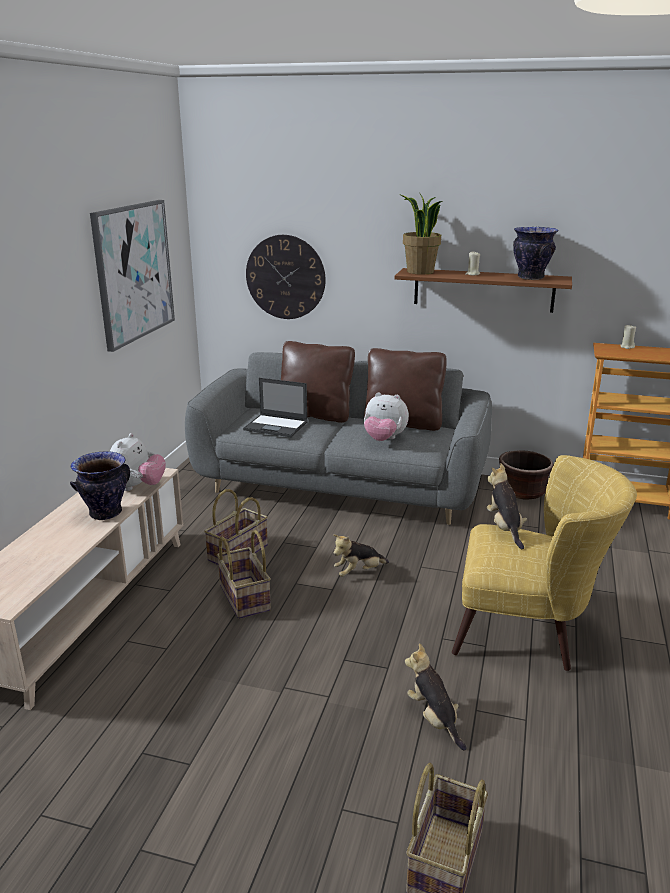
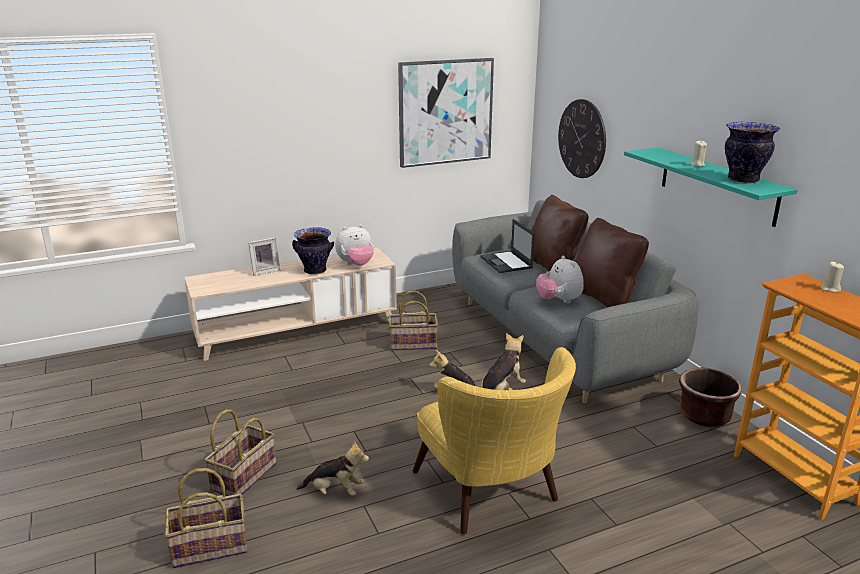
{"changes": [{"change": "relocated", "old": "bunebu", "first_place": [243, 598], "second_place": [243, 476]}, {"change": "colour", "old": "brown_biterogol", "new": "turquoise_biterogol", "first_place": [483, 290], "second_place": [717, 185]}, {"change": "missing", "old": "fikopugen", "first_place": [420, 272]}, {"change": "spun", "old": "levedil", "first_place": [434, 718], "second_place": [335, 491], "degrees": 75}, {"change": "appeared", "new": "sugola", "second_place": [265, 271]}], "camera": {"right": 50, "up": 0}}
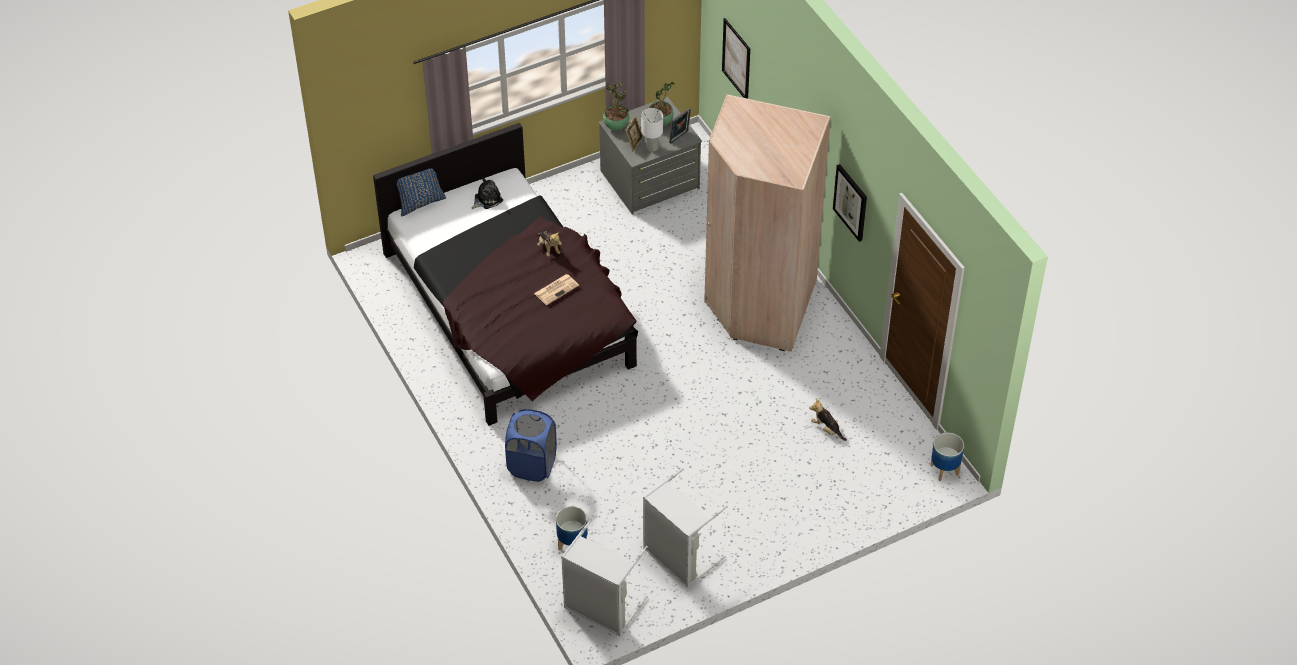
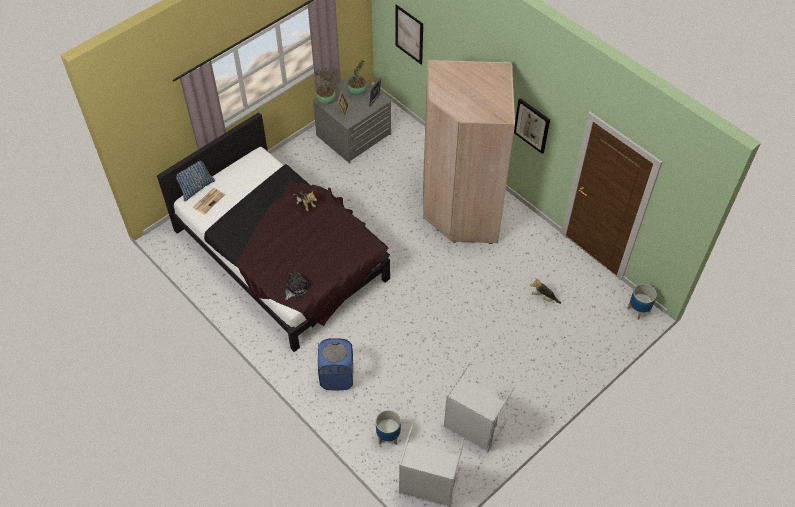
{"changes": [{"change": "relocated", "old": "levedil", "first_place": [486, 199], "second_place": [295, 288]}, {"change": "relocated", "old": "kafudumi", "first_place": [556, 289], "second_place": [209, 201]}, {"change": "missing", "old": "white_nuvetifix", "first_place": [652, 147]}], "camera": {"right": -15, "up": 5}}
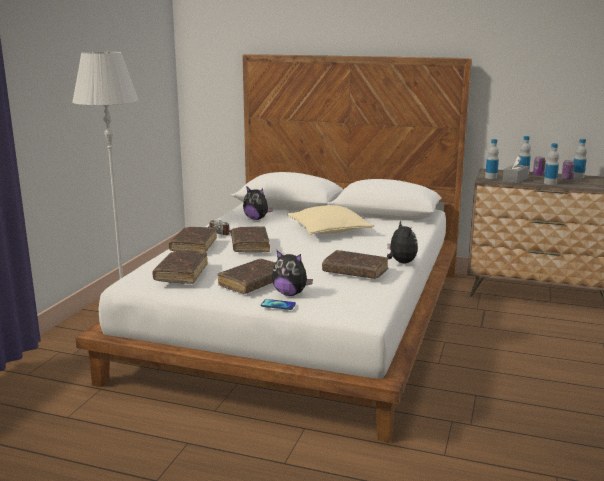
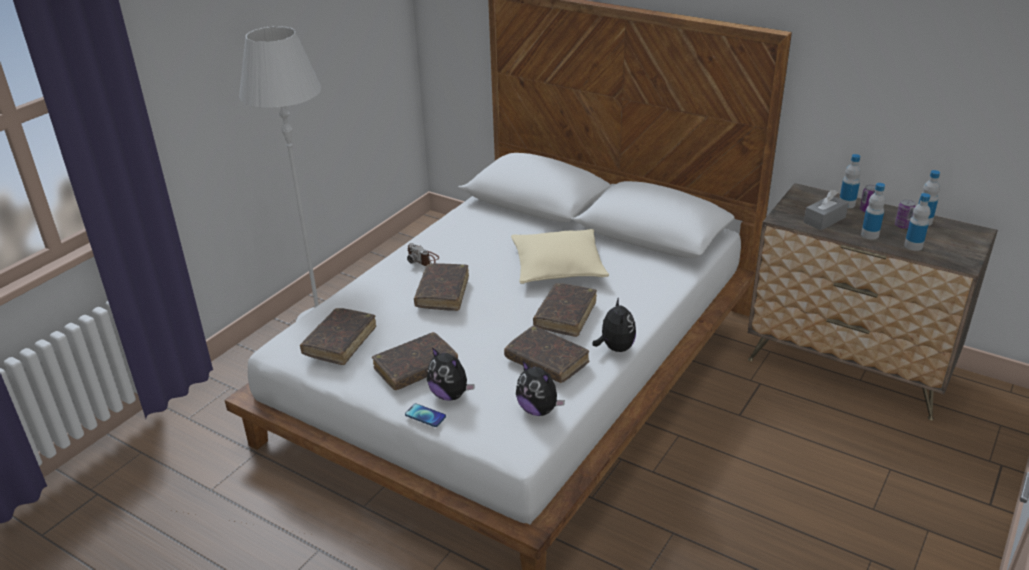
{"changes": [{"change": "relocated", "old": "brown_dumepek", "first_place": [194, 246], "second_place": [565, 315]}, {"change": "relocated", "old": "levedil", "first_place": [256, 219], "second_place": [538, 409]}, {"change": "relocated", "old": "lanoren", "first_place": [491, 177], "second_place": [913, 246]}], "camera": {"right": 15, "up": 15}}
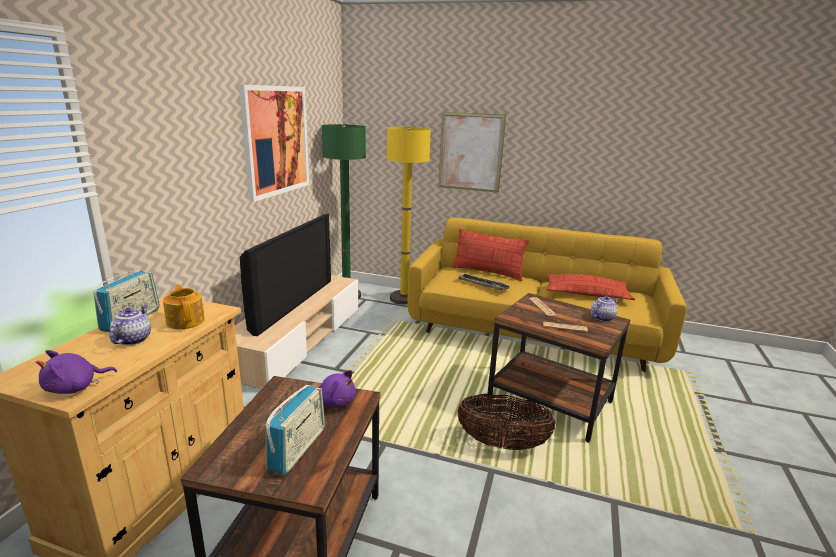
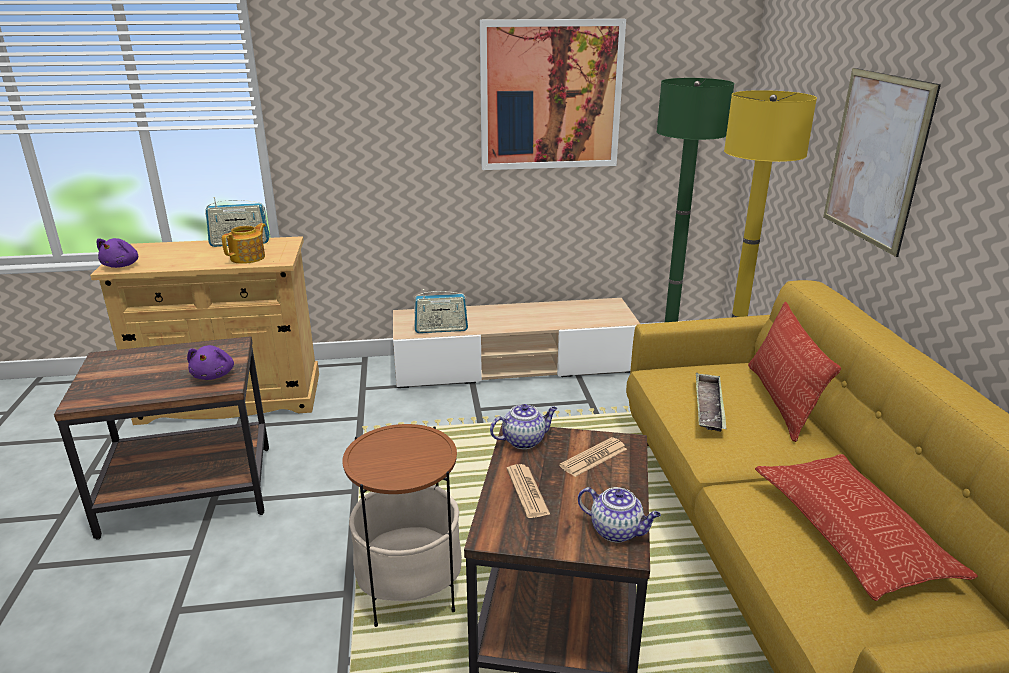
{"changes": [{"change": "spun", "old": "purple_levedil", "first_place": [75, 388], "second_place": [122, 265], "degrees": -105}, {"change": "relocated", "old": "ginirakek", "first_place": [133, 339], "second_place": [524, 440]}, {"change": "missing", "old": "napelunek", "first_place": [291, 303]}, {"change": "relocated", "old": "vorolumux", "first_place": [298, 449], "second_place": [441, 329]}, {"change": "exchanged", "old": "bunebu", "new": "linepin", "first_place": [502, 443], "second_place": [411, 591]}], "camera": {"right": 65, "up": 5}}
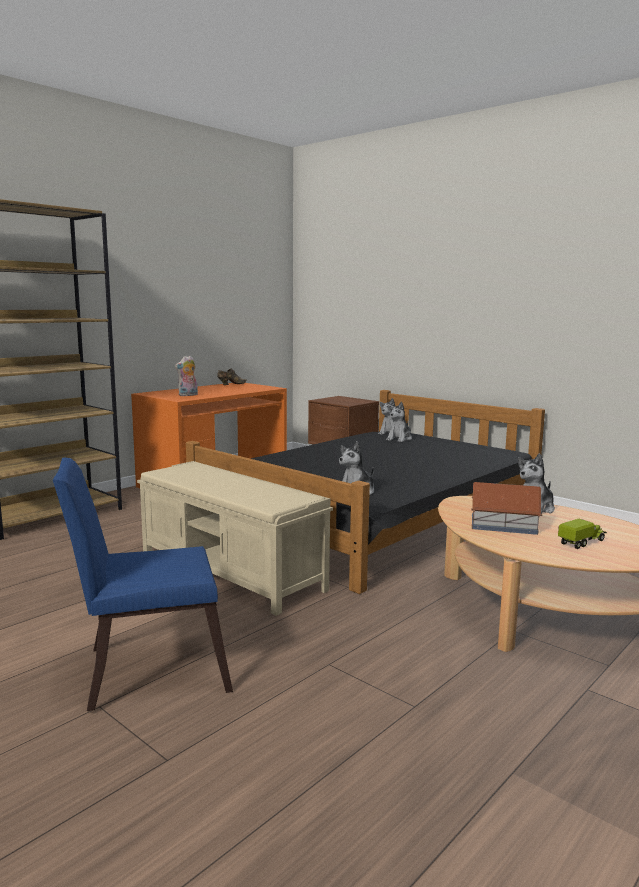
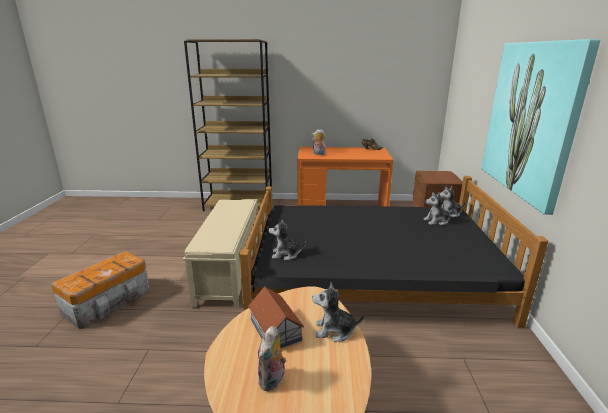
{"changes": [{"change": "exchanged", "old": "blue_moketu", "new": "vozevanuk", "first_place": [147, 670], "second_place": [109, 302]}, {"change": "exchanged", "old": "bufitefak", "new": "levedil", "first_place": [582, 542], "second_place": [272, 381]}, {"change": "appeared", "new": "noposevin", "second_place": [531, 120]}], "camera": {"right": 50, "up": 10}}
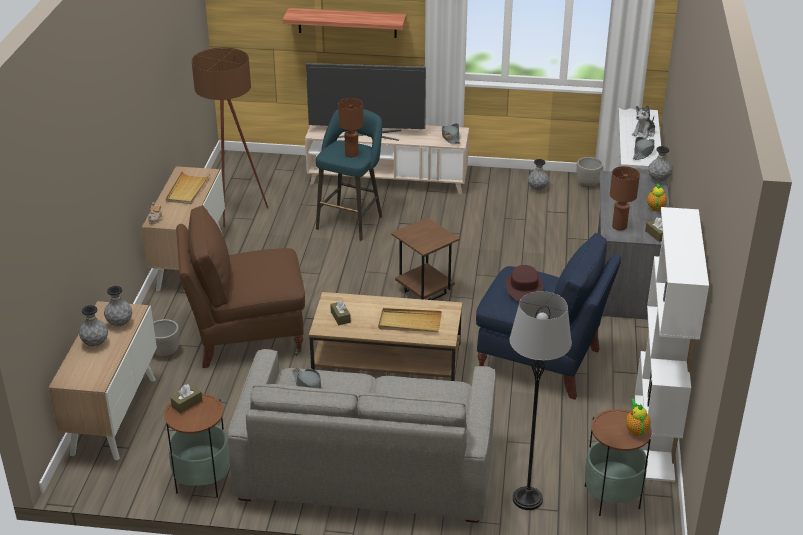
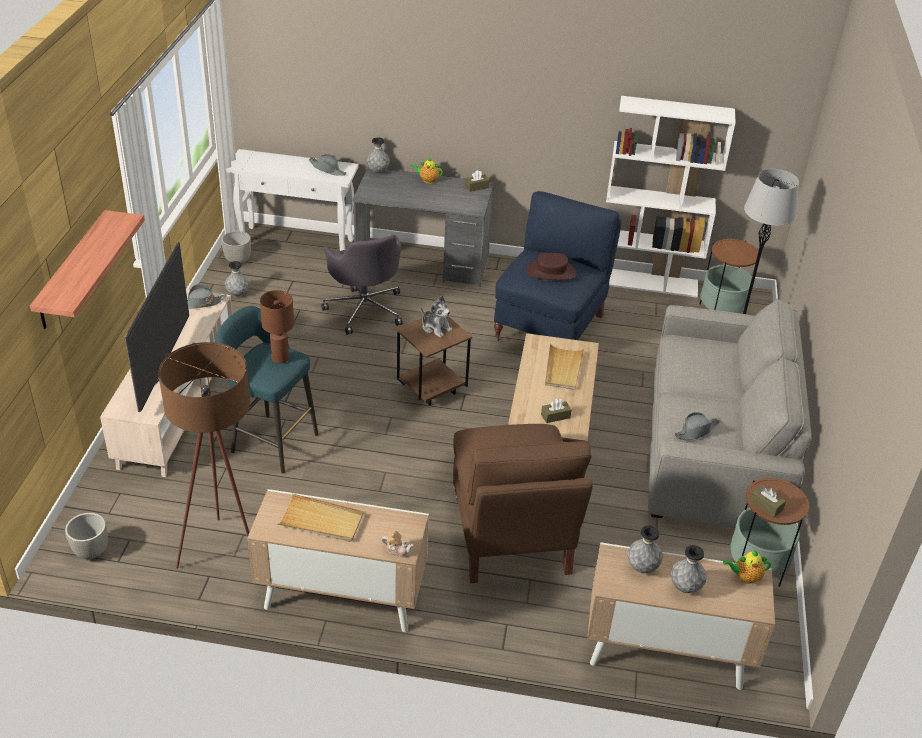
{"changes": [{"change": "relocated", "old": "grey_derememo", "first_place": [165, 352], "second_place": [90, 551]}, {"change": "missing", "old": "brown_nuvetifix", "first_place": [619, 227]}, {"change": "relocated", "old": "ginirakek", "first_place": [636, 429], "second_place": [745, 577]}, {"change": "relocated", "old": "levedil", "first_place": [644, 133], "second_place": [435, 328]}, {"change": "appeared", "new": "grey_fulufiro", "second_place": [365, 309]}], "camera": {"right": -90, "up": 5}}
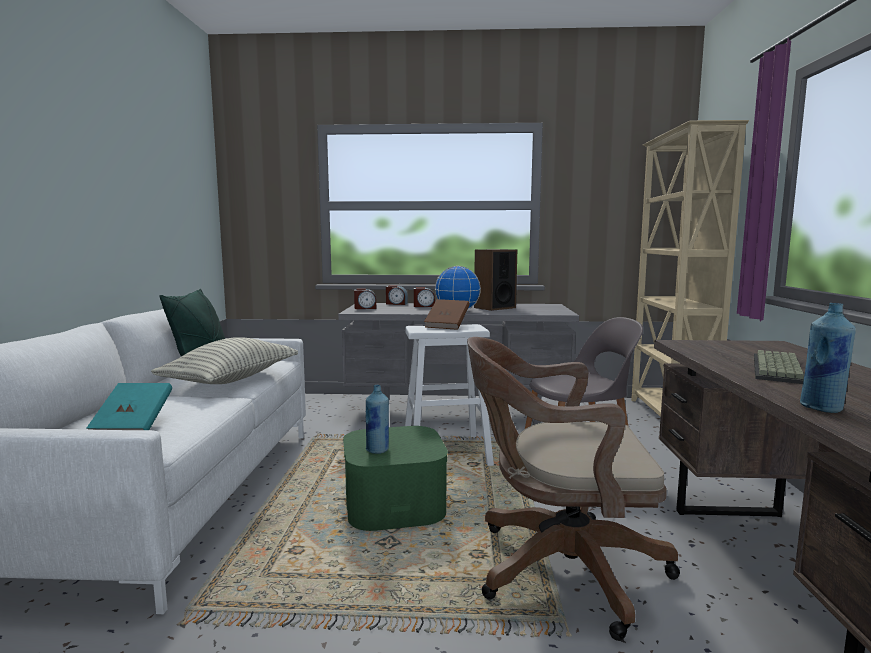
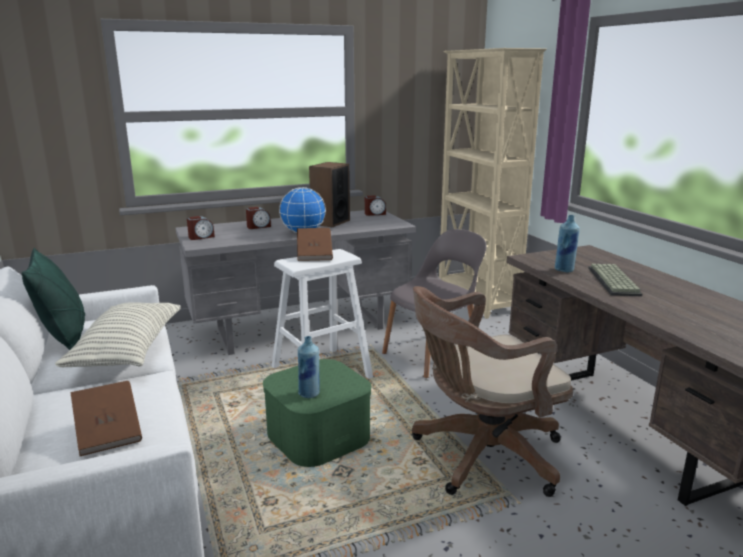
{"changes": [{"change": "colour", "old": "turquoise_dumepek", "new": "brown_dumepek", "first_place": [134, 426], "second_place": [108, 433]}, {"change": "relocated", "old": "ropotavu", "first_place": [396, 304], "second_place": [375, 214]}, {"change": "relocated", "old": "blue_lanoren", "first_place": [822, 408], "second_place": [564, 270]}], "camera": {"right": -25, "up": 10}}
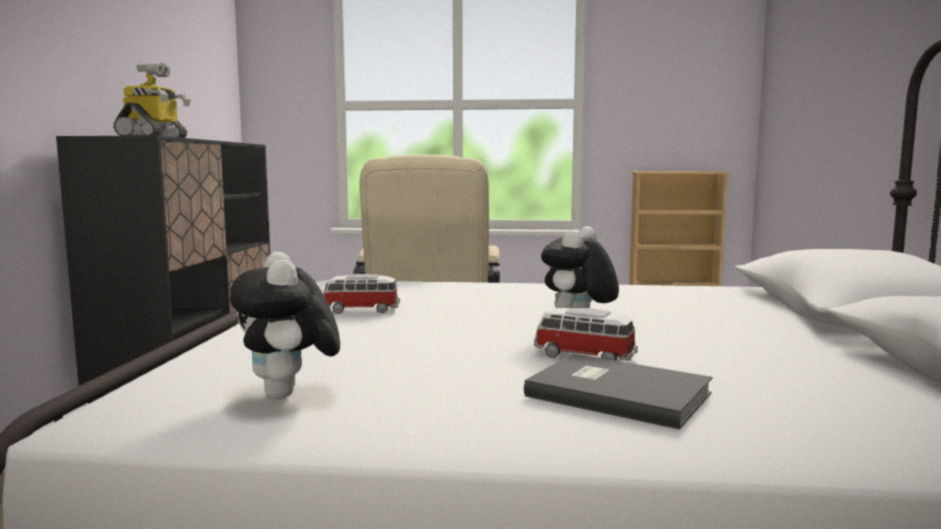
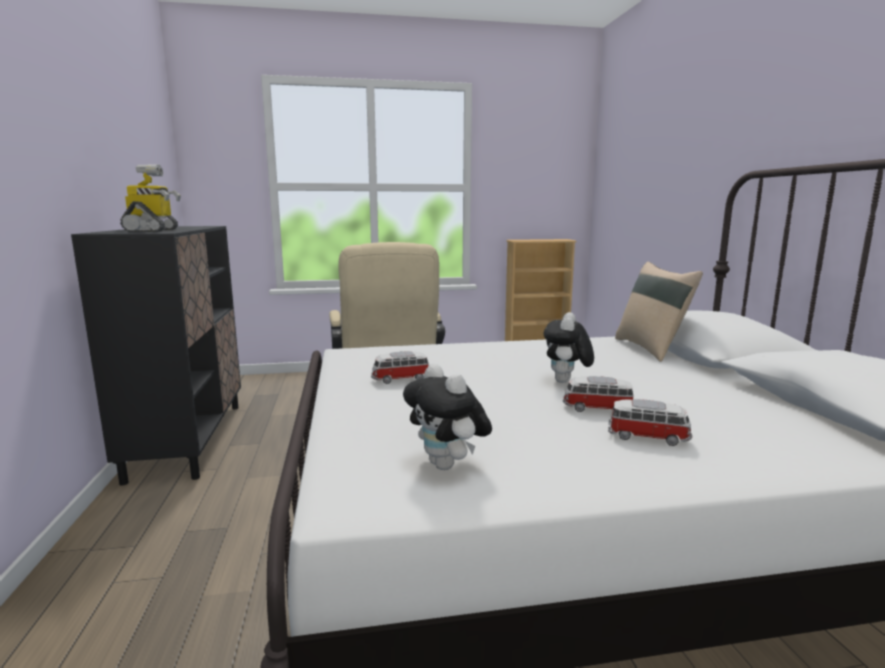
{"changes": [{"change": "exchanged", "old": "grey_dumepek", "new": "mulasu", "first_place": [617, 393], "second_place": [648, 437]}, {"change": "appeared", "new": "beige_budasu", "second_place": [651, 349]}], "camera": {"right": -15, "up": 5}}
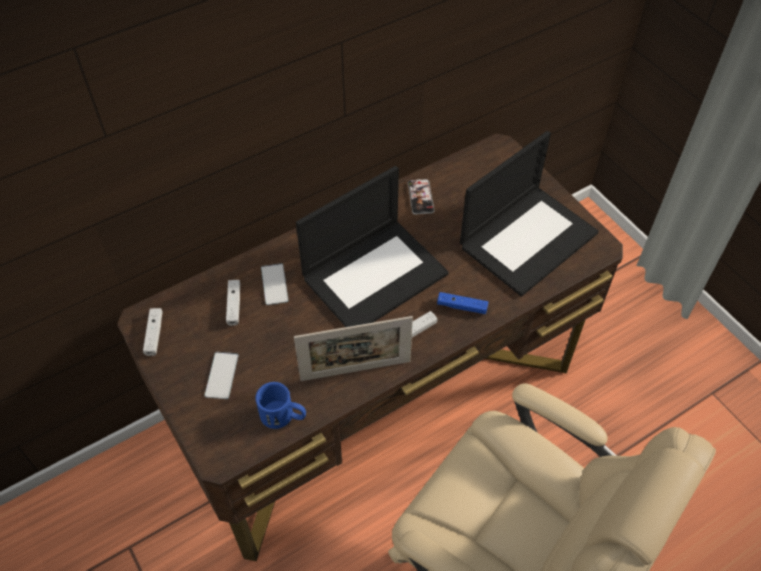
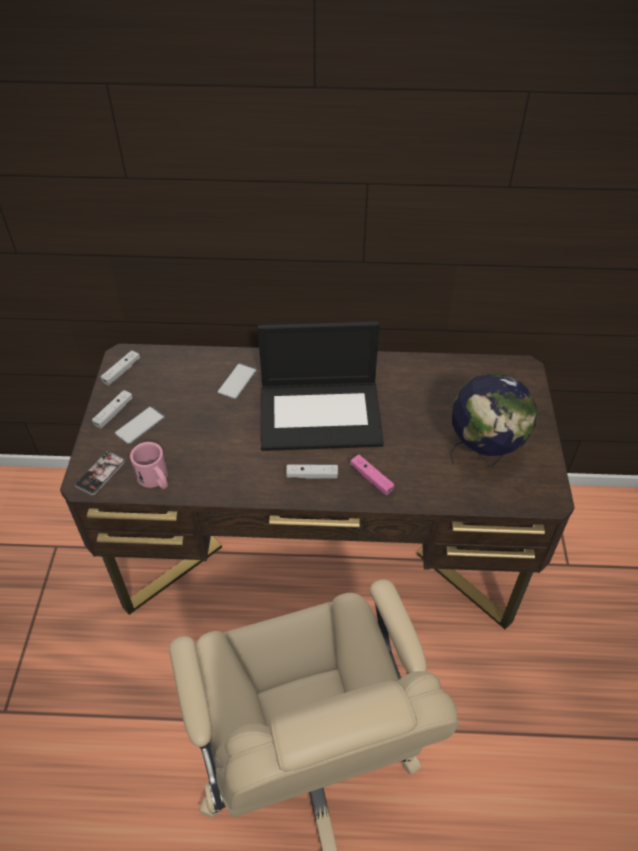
{"changes": [{"change": "relocated", "old": "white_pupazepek", "first_place": [234, 305], "second_place": [114, 413]}, {"change": "colour", "old": "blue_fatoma", "new": "pink_fatoma", "first_place": [283, 416], "second_place": [155, 480]}, {"change": "missing", "old": "sugola", "first_place": [355, 370]}, {"change": "relocated", "old": "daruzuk", "first_place": [420, 197], "second_place": [100, 473]}, {"change": "colour", "old": "blue_pupazepek", "new": "pink_pupazepek", "first_place": [462, 306], "second_place": [371, 478]}, {"change": "exchanged", "old": "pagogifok", "new": "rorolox", "first_place": [528, 238], "second_place": [483, 455]}], "camera": {"right": 35, "up": -5}}
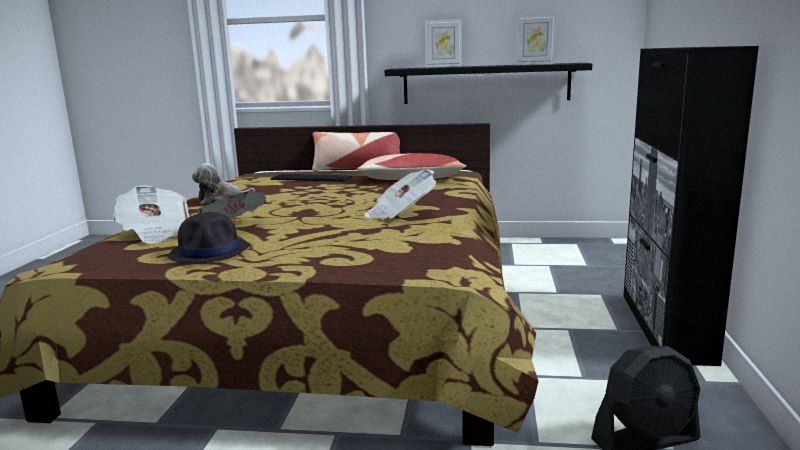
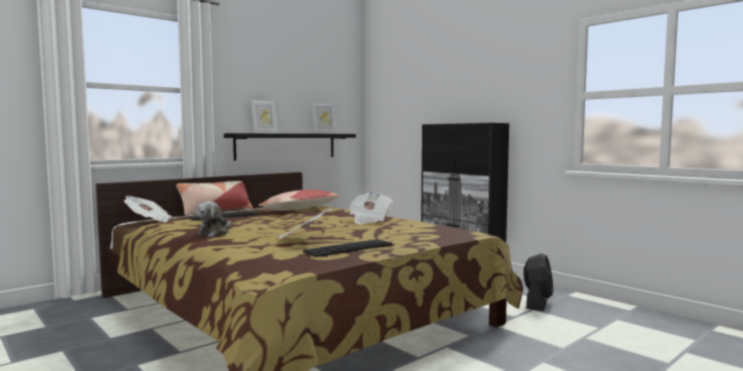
{"changes": [{"change": "relocated", "old": "kafudumi", "first_place": [155, 233], "second_place": [149, 221]}, {"change": "exchanged", "old": "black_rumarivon", "new": "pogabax", "first_place": [210, 252], "second_place": [349, 248]}], "camera": {"right": -50, "up": -10}}
